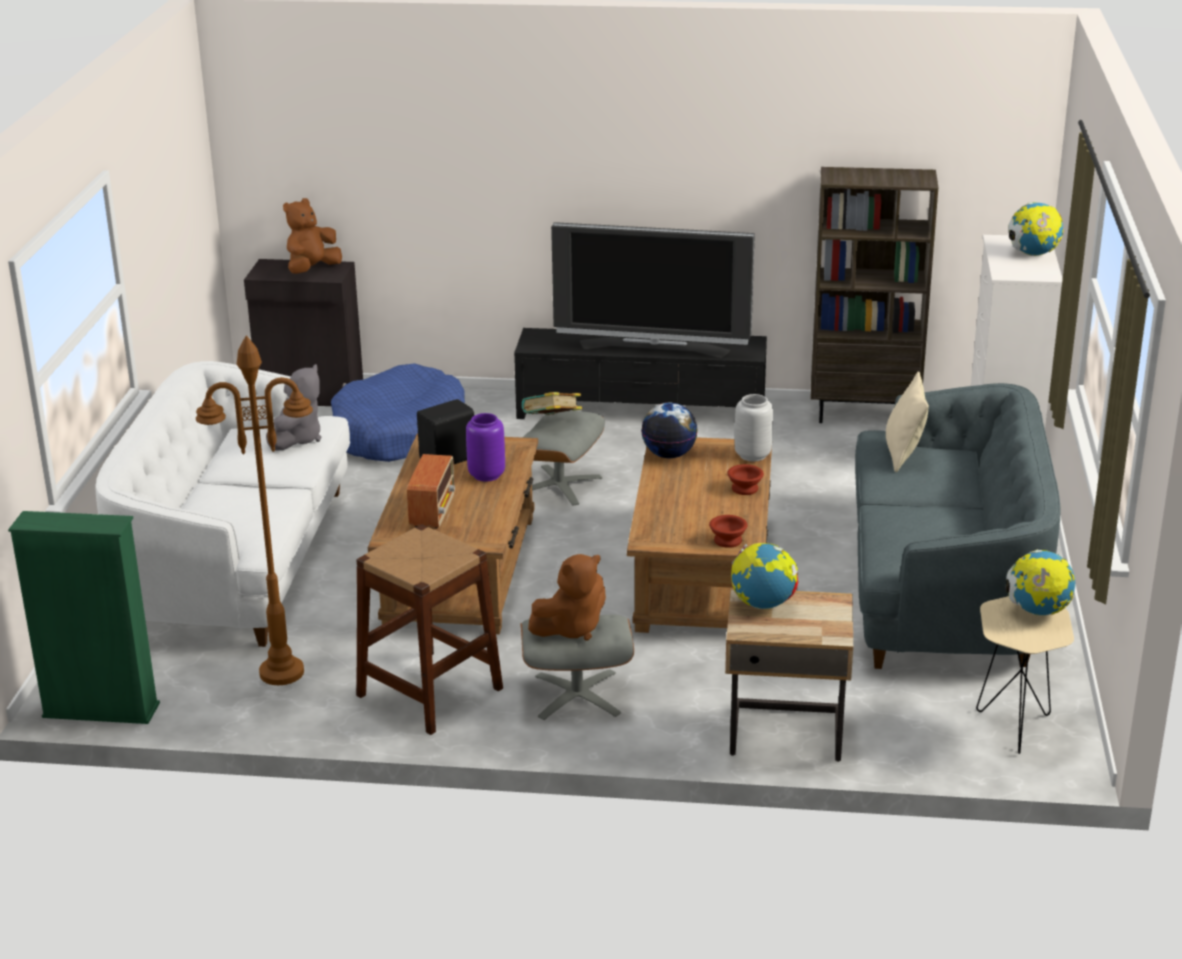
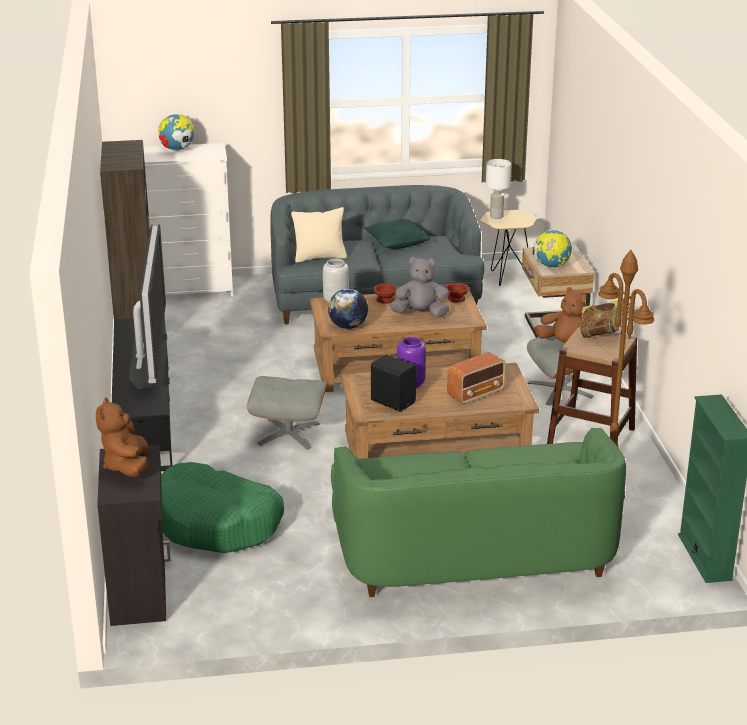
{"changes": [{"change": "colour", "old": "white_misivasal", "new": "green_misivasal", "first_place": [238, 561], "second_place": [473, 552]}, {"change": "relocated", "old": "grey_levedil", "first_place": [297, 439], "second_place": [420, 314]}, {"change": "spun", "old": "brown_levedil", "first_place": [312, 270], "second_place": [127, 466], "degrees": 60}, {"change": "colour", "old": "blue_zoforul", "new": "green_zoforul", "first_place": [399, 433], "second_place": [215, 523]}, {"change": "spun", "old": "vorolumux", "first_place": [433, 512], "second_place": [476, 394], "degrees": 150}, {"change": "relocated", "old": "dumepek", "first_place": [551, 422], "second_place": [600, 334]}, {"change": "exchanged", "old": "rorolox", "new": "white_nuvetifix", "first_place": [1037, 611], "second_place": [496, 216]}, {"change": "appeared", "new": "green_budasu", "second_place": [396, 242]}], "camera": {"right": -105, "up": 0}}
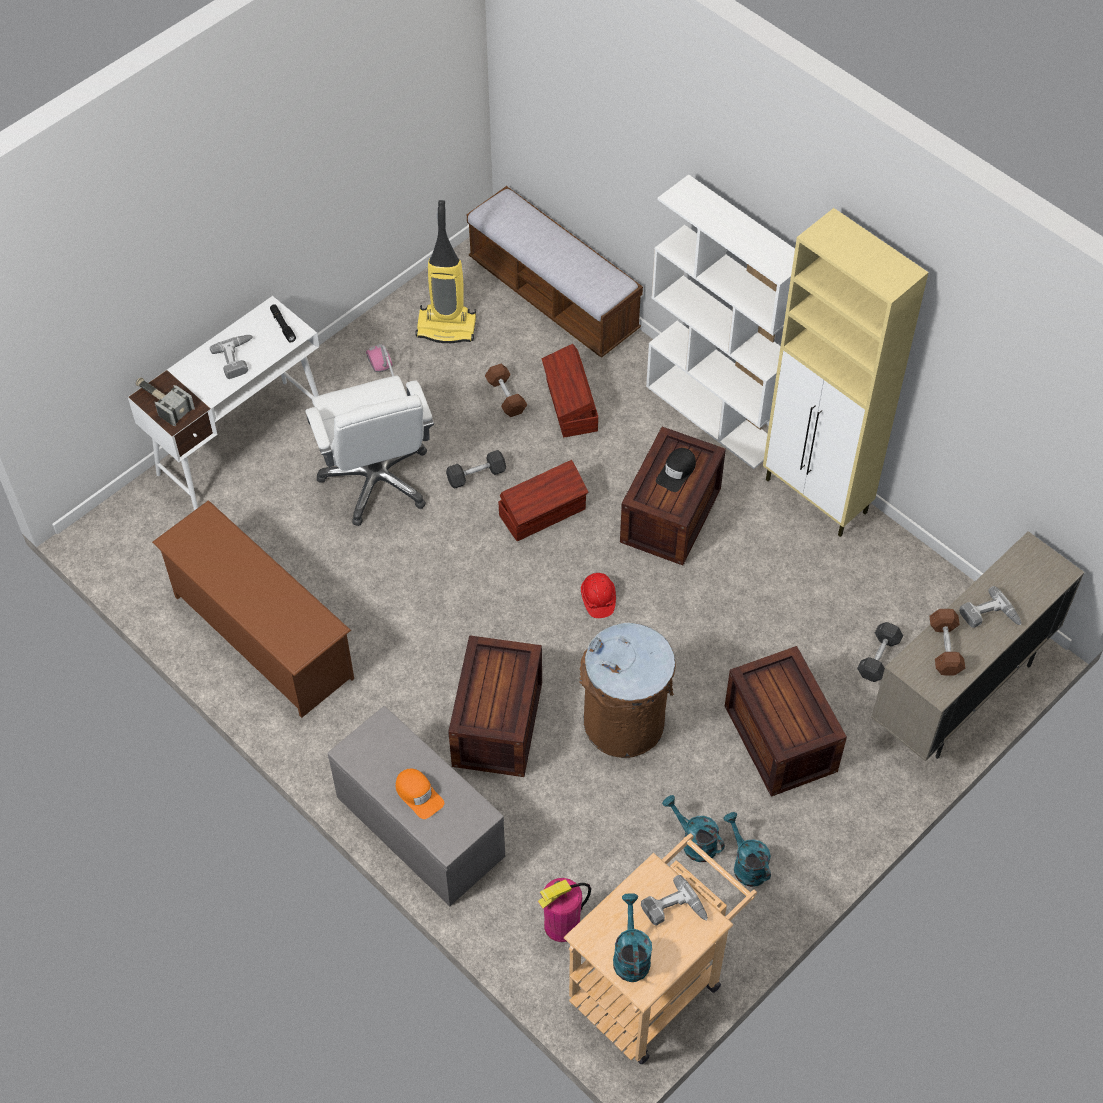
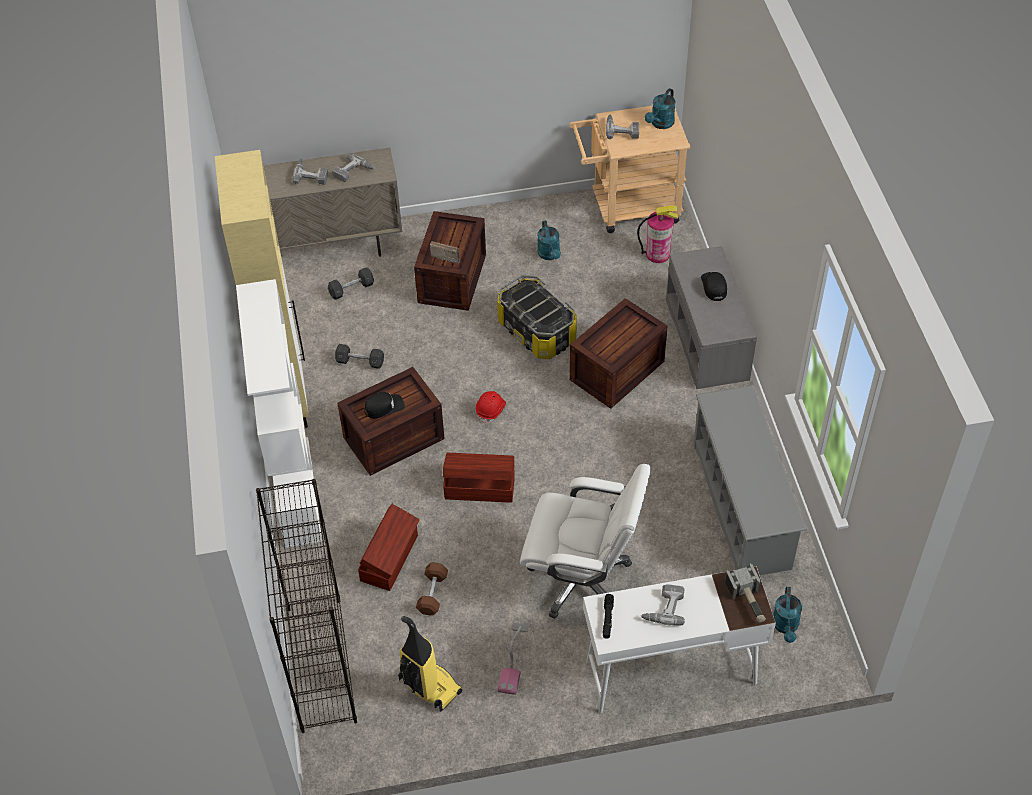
{"changes": [{"change": "colour", "old": "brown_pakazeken", "new": "grey_pakazeken", "first_place": [262, 636], "second_place": [741, 506]}, {"change": "spun", "old": "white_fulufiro", "first_place": [377, 480], "second_place": [582, 579], "degrees": 90}, {"change": "colour", "old": "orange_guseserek", "new": "black_guseserek", "first_place": [418, 795], "second_place": [714, 287]}, {"change": "relocated", "old": "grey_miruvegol", "first_place": [476, 475], "second_place": [360, 361]}, {"change": "exchanged", "old": "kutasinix", "new": "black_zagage", "first_place": [553, 296], "second_place": [320, 663]}, {"change": "exchanged", "old": "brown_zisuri", "new": "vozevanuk", "first_place": [624, 723], "second_place": [537, 331]}, {"change": "relocated", "old": "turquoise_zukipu", "first_place": [746, 864], "second_place": [785, 626]}, {"change": "exchanged", "old": "brown_miruvegol", "new": "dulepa", "first_place": [945, 648], "second_place": [353, 172]}, {"change": "appeared", "new": "vorolumux", "second_place": [446, 255]}], "camera": {"right": -145, "up": -5}}
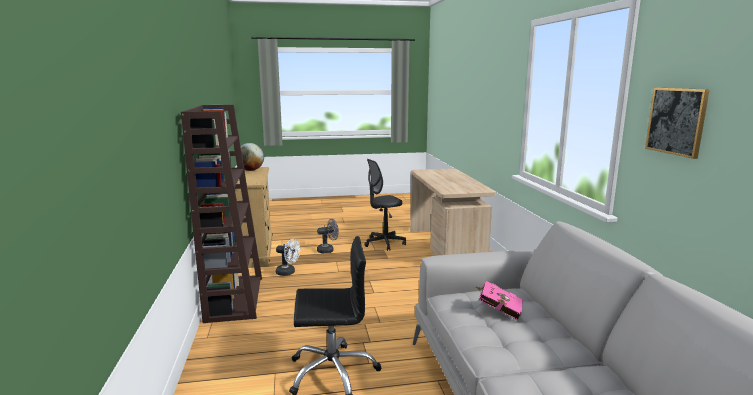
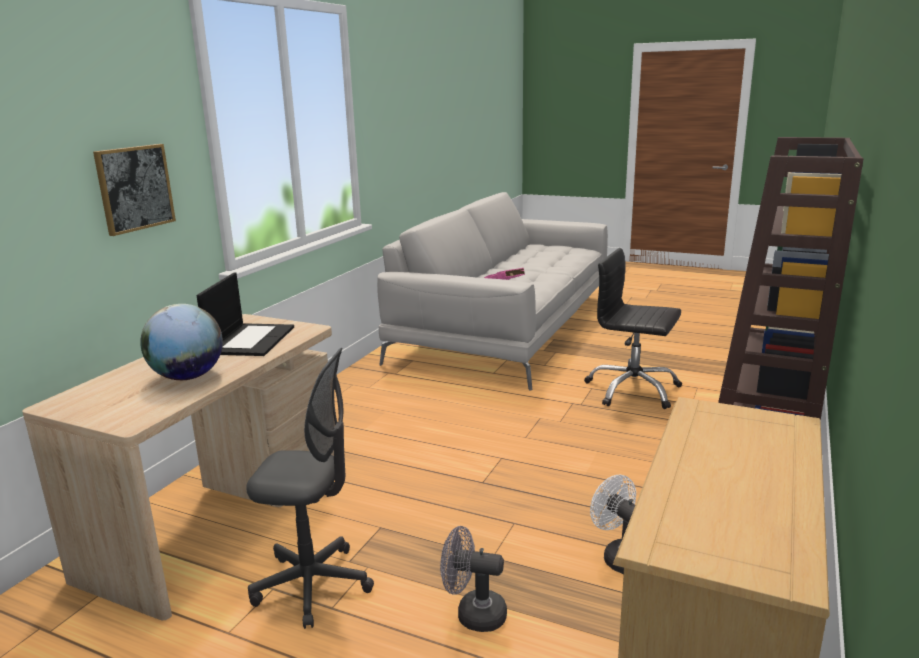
{"changes": [{"change": "relocated", "old": "rorolox", "first_place": [250, 170], "second_place": [187, 377]}, {"change": "relocated", "old": "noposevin", "first_place": [676, 121], "second_place": [135, 188]}, {"change": "appeared", "new": "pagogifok", "second_place": [251, 340]}], "camera": {"right": -145, "up": 5}}
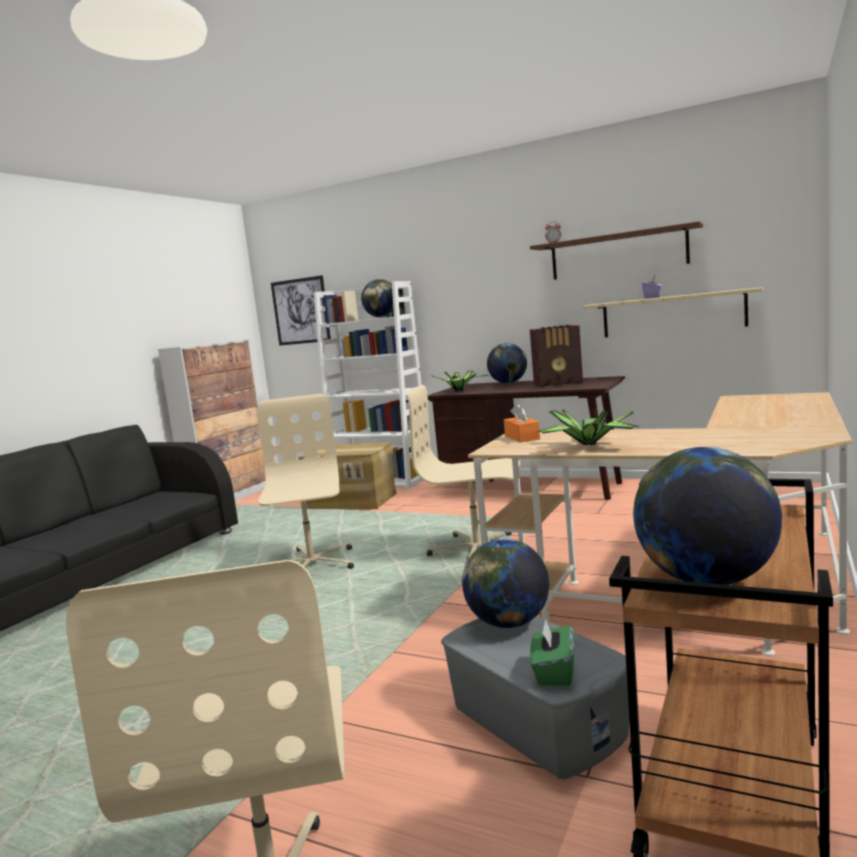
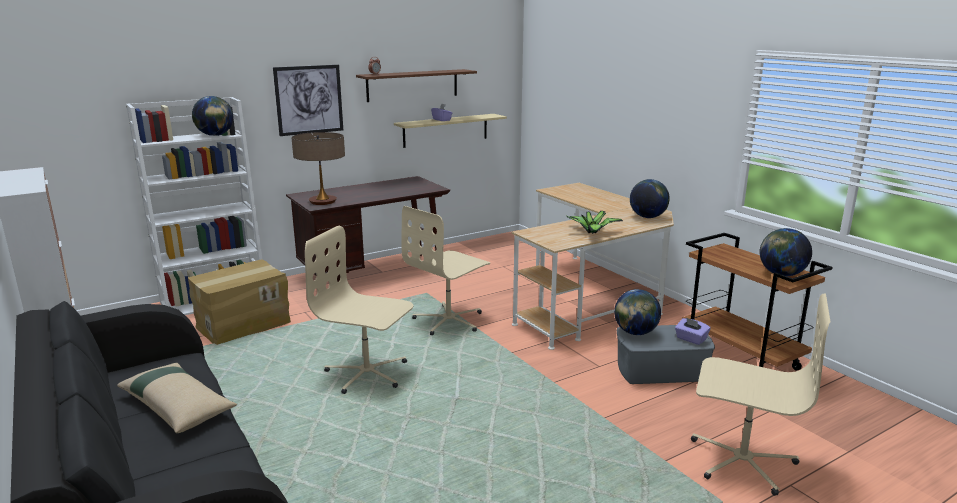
{"changes": [{"change": "relocated", "old": "noposevin", "first_place": [300, 311], "second_place": [309, 100]}, {"change": "exchanged", "old": "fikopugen", "new": "nuvetifix", "first_place": [460, 390], "second_place": [323, 201]}, {"change": "relocated", "old": "rorolox", "first_place": [508, 383], "second_place": [647, 217]}, {"change": "missing", "old": "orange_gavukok", "first_place": [522, 437]}, {"change": "missing", "old": "vorolumux", "first_place": [559, 383]}, {"change": "colour", "old": "green_gavukok", "new": "purple_gavukok", "first_place": [554, 672], "second_place": [691, 339]}, {"change": "appeared", "new": "beige_budasu", "second_place": [178, 406]}], "camera": {"right": -60, "up": 10}}
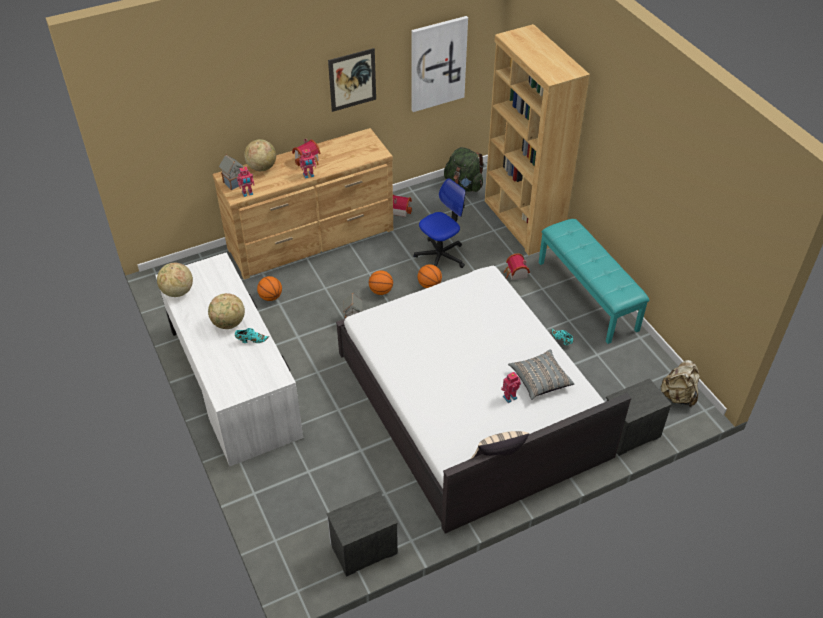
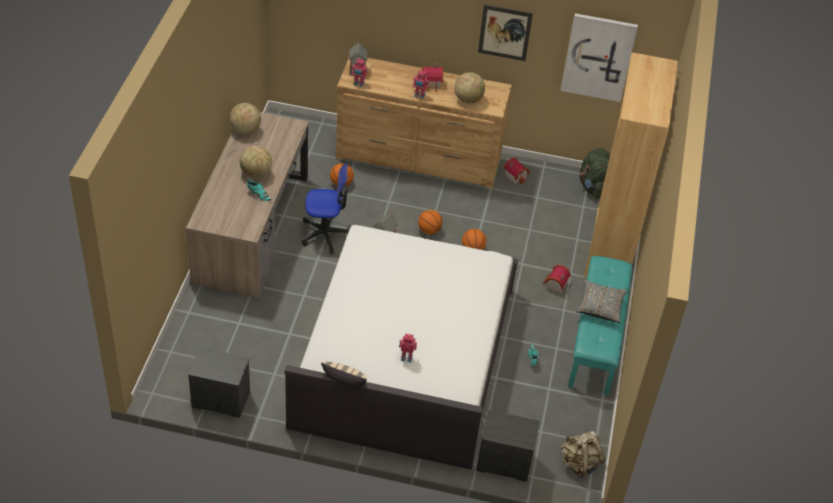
{"changes": [{"change": "colour", "old": "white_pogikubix", "new": "brown_pogikubix", "first_place": [234, 382], "second_place": [252, 229]}, {"change": "relocated", "old": "rorolox", "first_place": [262, 167], "second_place": [468, 99]}, {"change": "relocated", "old": "fulufiro", "first_place": [440, 256], "second_place": [325, 234]}, {"change": "relocated", "old": "grey_budasu", "first_place": [540, 380], "second_place": [600, 307]}], "camera": {"right": 35, "up": 0}}
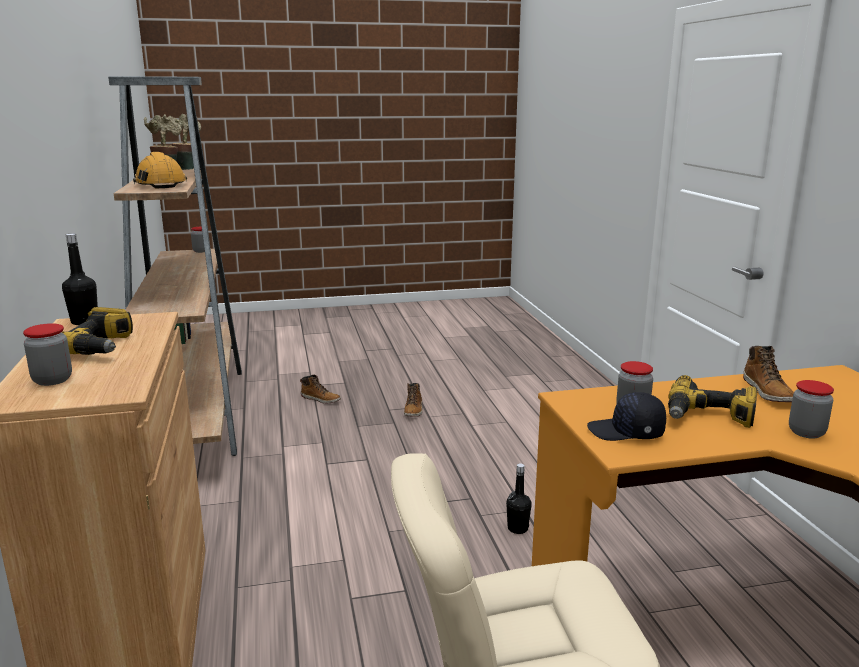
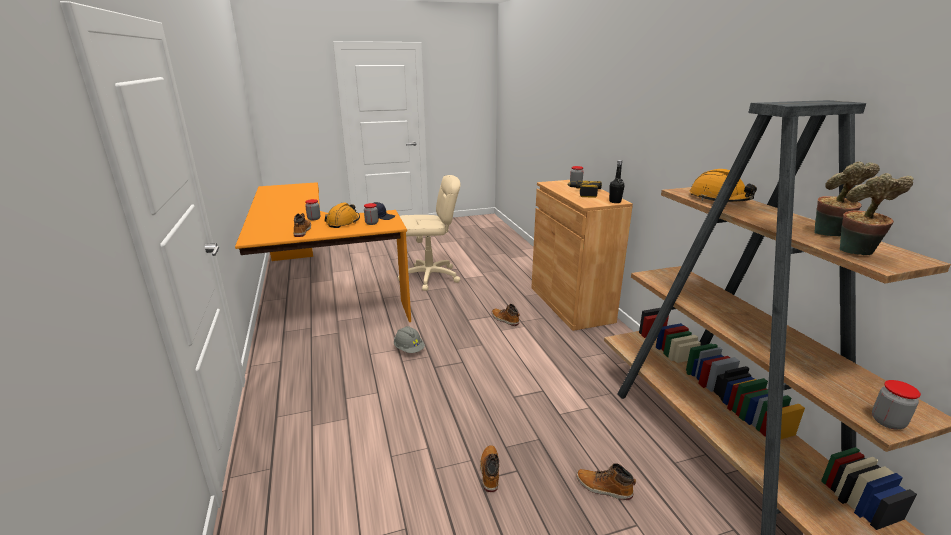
{"changes": [{"change": "exchanged", "old": "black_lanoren", "new": "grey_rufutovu", "first_place": [517, 528], "second_place": [409, 349]}, {"change": "exchanged", "old": "dulepa", "new": "orange_rufutovu", "first_place": [709, 417], "second_place": [343, 222]}, {"change": "appeared", "new": "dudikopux", "second_place": [504, 319]}], "camera": {"right": 175, "up": 5}}
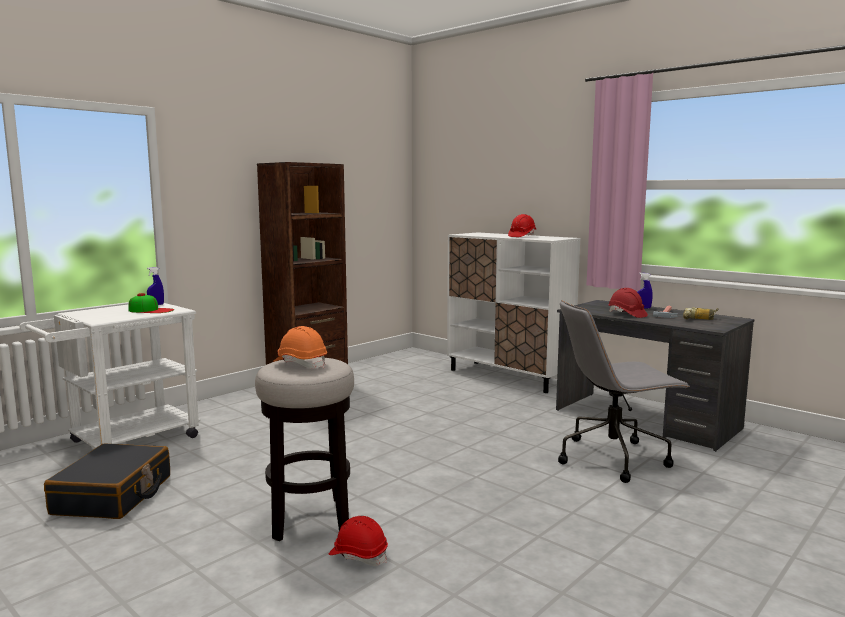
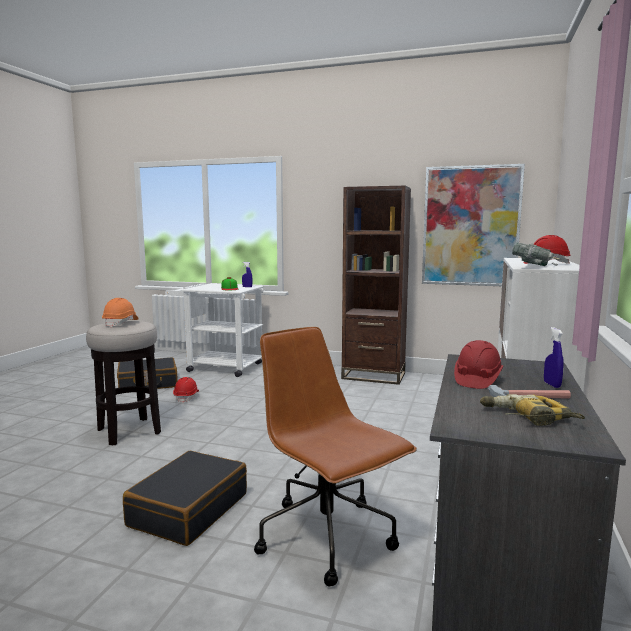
{"changes": [{"change": "relocated", "old": "red_rufutovu", "first_place": [358, 555], "second_place": [186, 397]}, {"change": "colour", "old": "grey_fulufiro", "new": "brown_fulufiro", "first_place": [613, 458], "second_place": [328, 538]}, {"change": "appeared", "new": "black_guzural", "second_place": [188, 509]}, {"change": "appeared", "new": "noposevin", "second_place": [470, 226]}, {"change": "appeared", "new": "dulepa", "second_place": [537, 267]}], "camera": {"right": 65, "up": 0}}
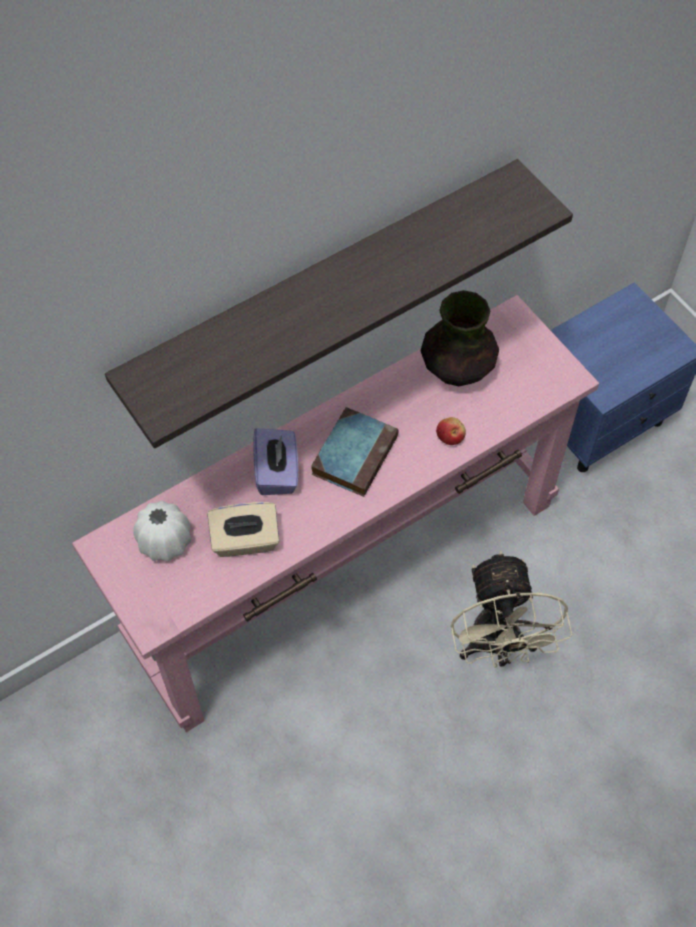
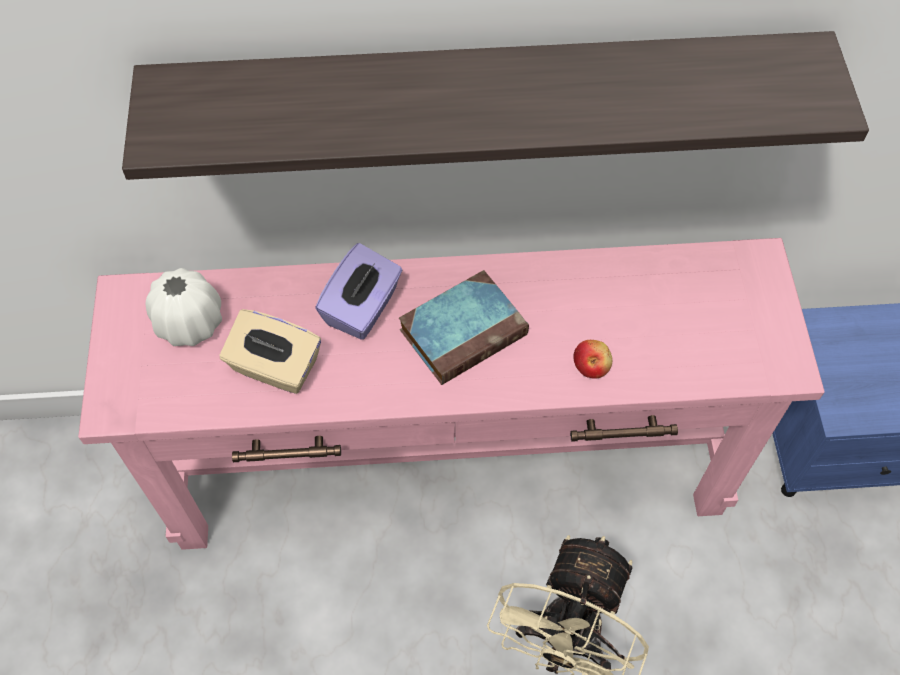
{"changes": [{"change": "missing", "old": "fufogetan", "first_place": [457, 369]}], "camera": {"right": 30, "up": 0}}
